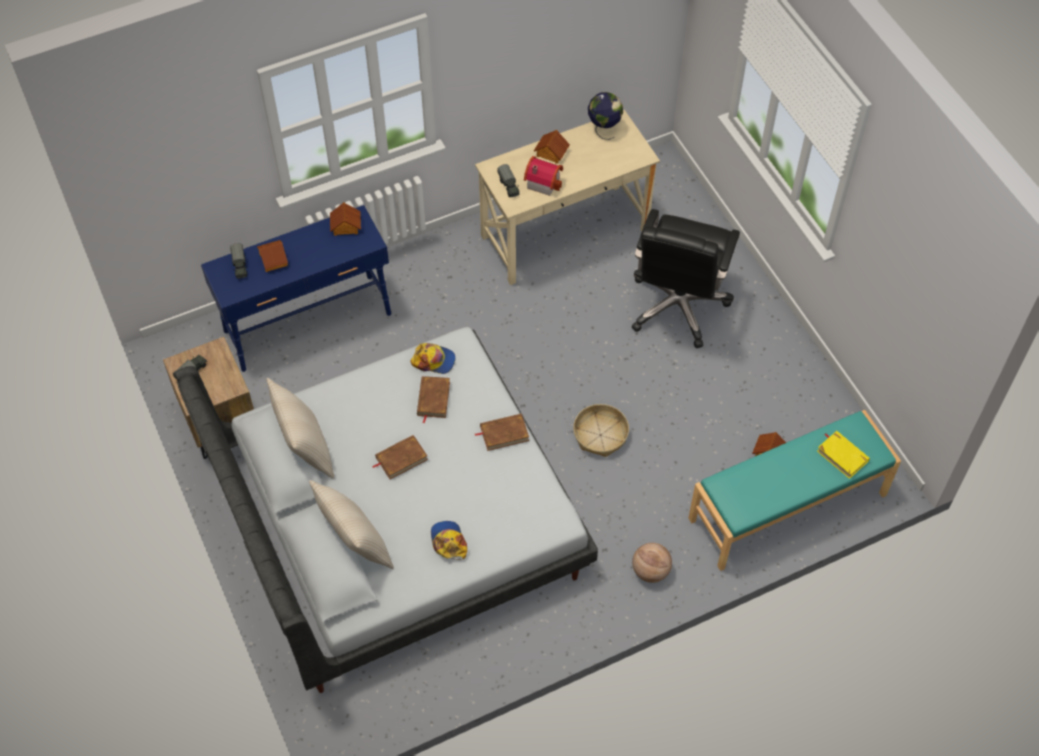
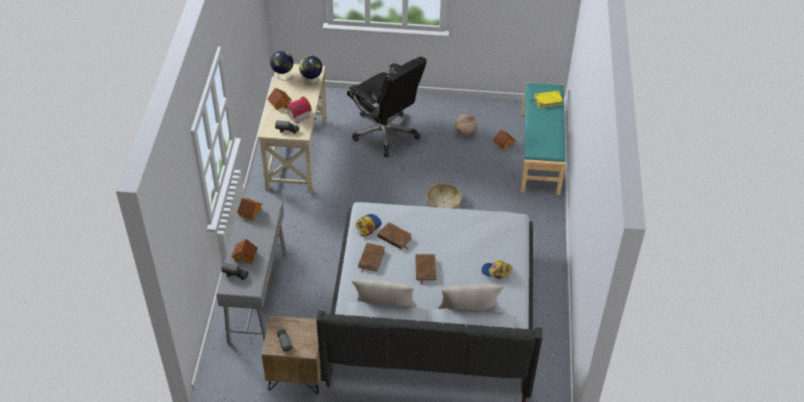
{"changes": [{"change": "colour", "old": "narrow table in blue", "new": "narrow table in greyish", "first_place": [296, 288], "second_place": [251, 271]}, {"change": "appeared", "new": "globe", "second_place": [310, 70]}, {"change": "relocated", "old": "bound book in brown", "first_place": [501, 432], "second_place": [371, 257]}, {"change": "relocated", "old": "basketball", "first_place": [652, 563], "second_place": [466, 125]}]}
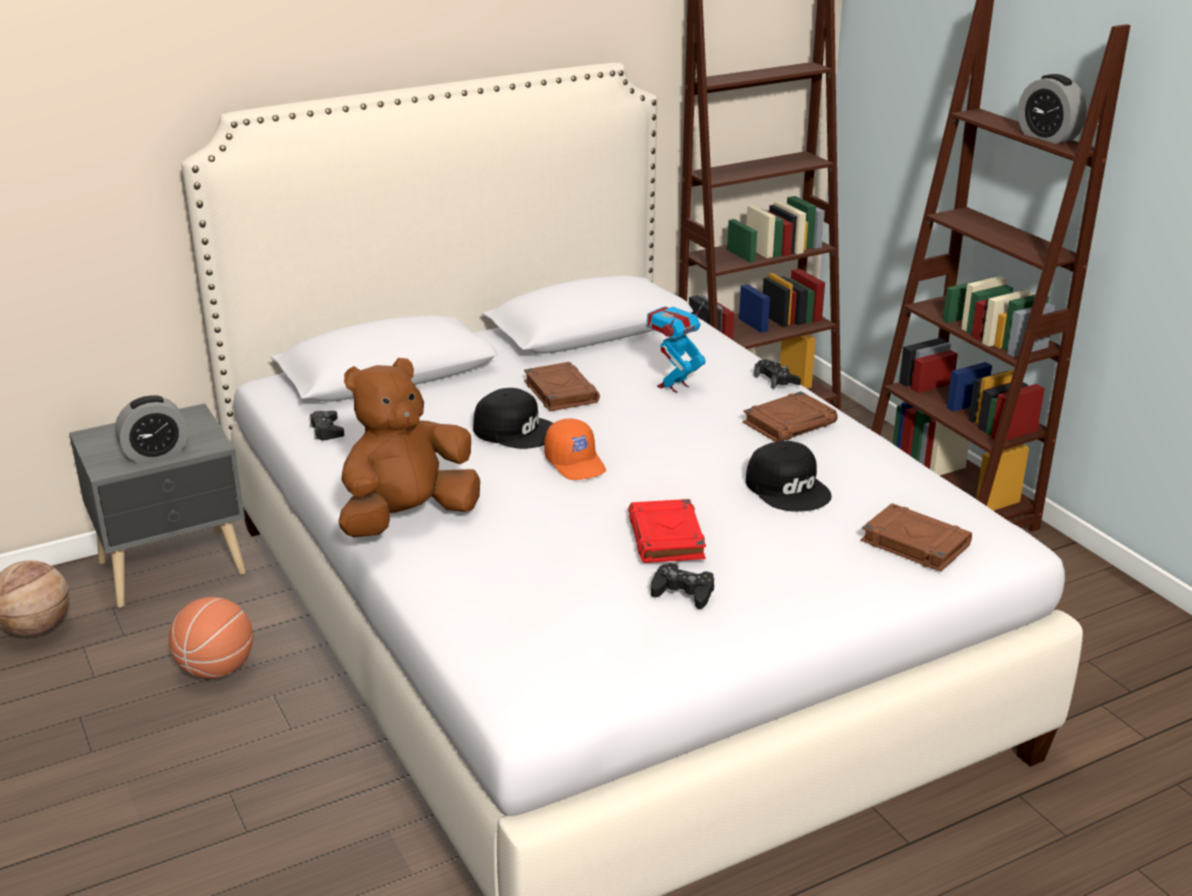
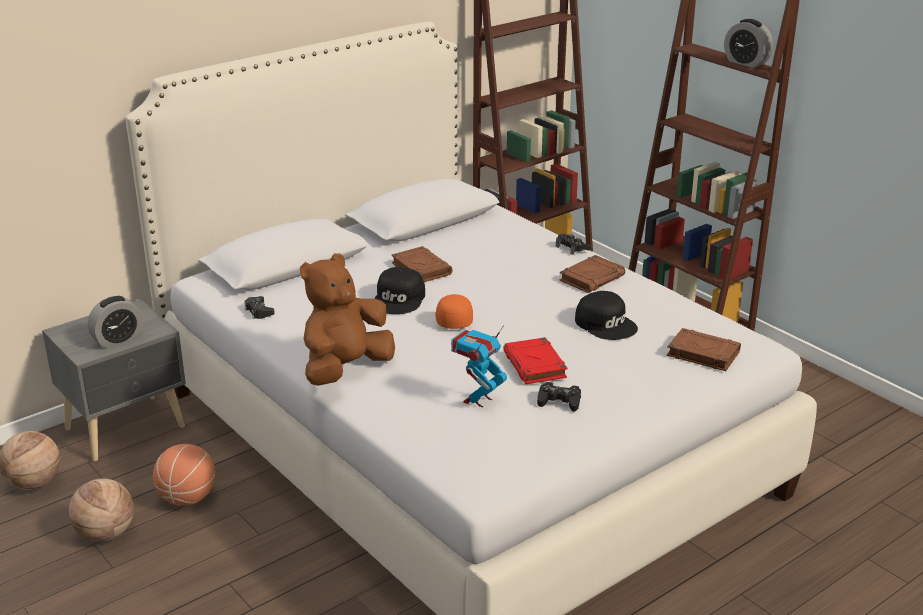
{"changes": [{"change": "appeared", "new": "basketball", "second_place": [101, 510]}, {"change": "spun", "old": "cap in black-coloured", "first_place": [513, 418], "second_place": [399, 290], "degrees": 90}, {"change": "spun", "old": "cap in orange-coloured", "first_place": [575, 449], "second_place": [454, 311], "degrees": -150}, {"change": "relocated", "old": "model robot", "first_place": [675, 347], "second_place": [479, 366]}]}
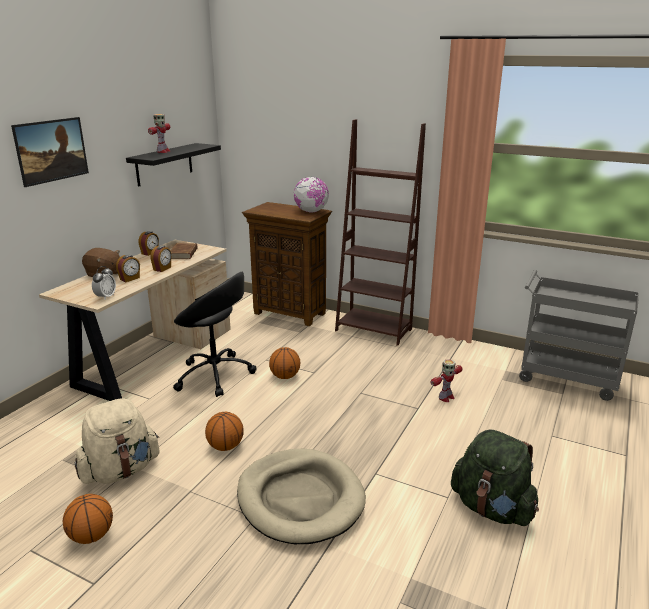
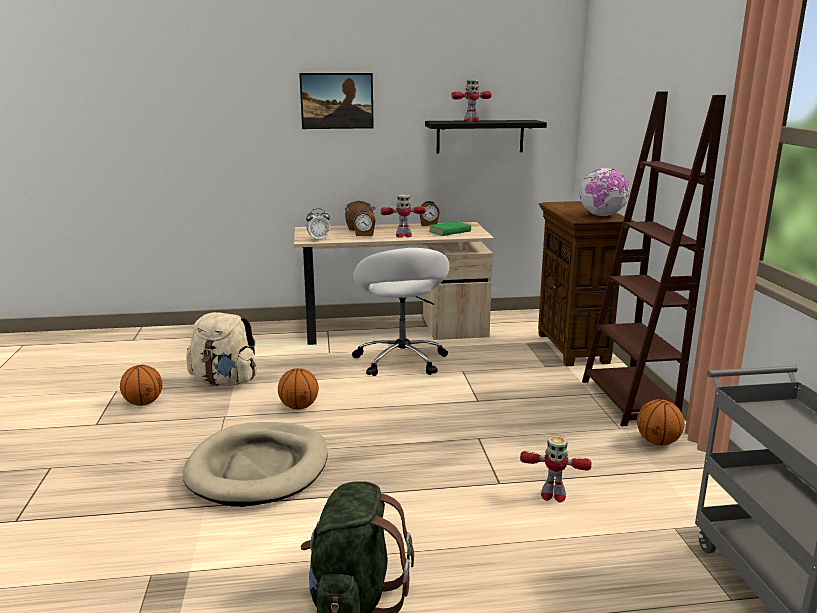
{"changes": [{"change": "colour", "old": "desk chair in black-coloured", "new": "desk chair in white-coloured", "first_place": [215, 334], "second_place": [400, 312]}, {"change": "exchanged", "old": "bedside clock", "new": "model robot", "first_place": [160, 258], "second_place": [403, 216]}, {"change": "colour", "old": "bound book in brown", "new": "bound book in green-coloured", "first_place": [184, 251], "second_place": [449, 228]}, {"change": "relocated", "old": "basketball", "first_place": [284, 363], "second_place": [661, 422]}]}
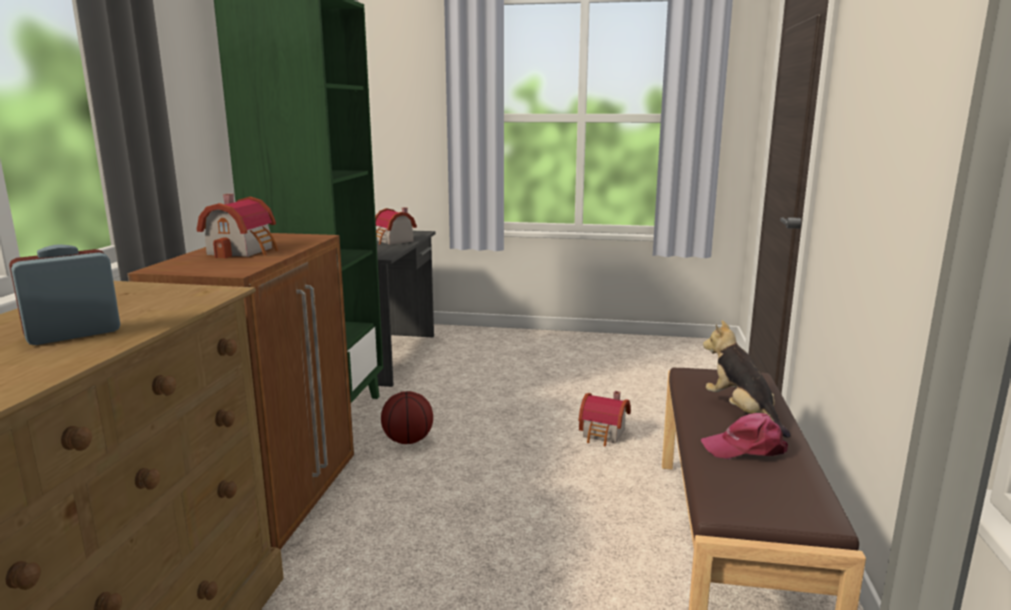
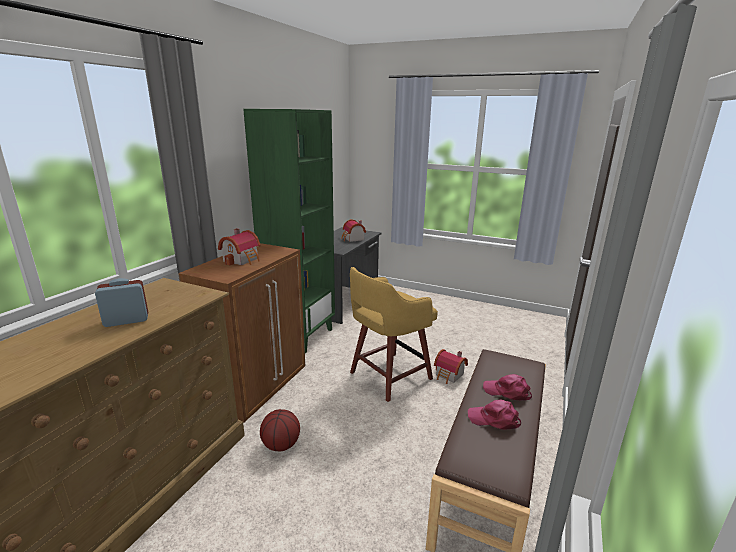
{"changes": [{"change": "relocated", "old": "basketball", "first_place": [407, 417], "second_place": [280, 430]}, {"change": "appeared", "new": "sitting stool in yellow", "second_place": [394, 334]}, {"change": "exchanged", "old": "plush toy", "new": "cap in pink", "first_place": [747, 379], "second_place": [507, 387]}]}
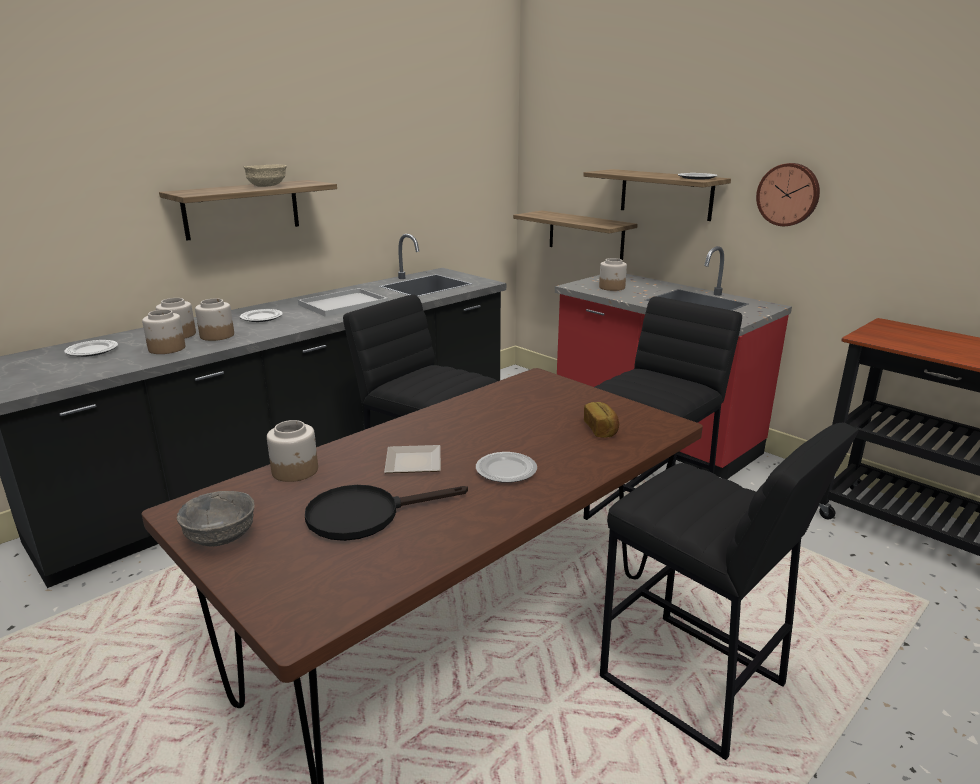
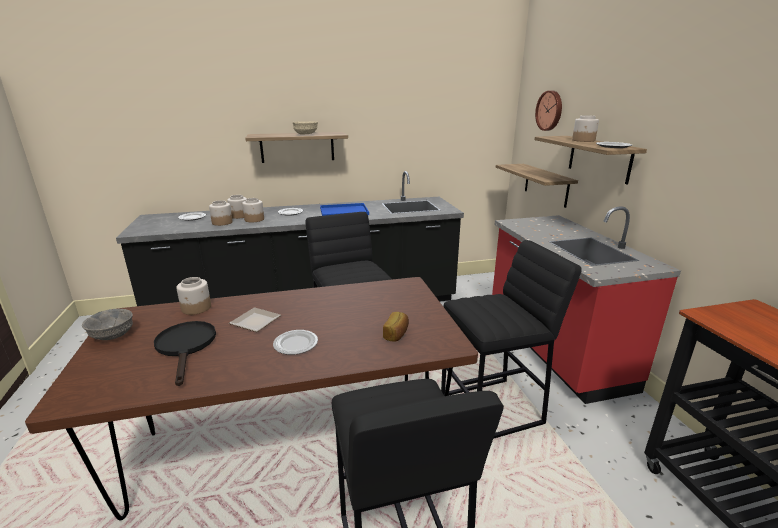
{"changes": [{"change": "spun", "old": "skillet in black-coloured", "first_place": [386, 513], "second_place": [185, 353], "degrees": 60}, {"change": "colour", "old": "tray in white-coloured", "new": "tray in blue", "first_place": [343, 302], "second_place": [344, 209]}, {"change": "relocated", "old": "clock on the wall", "first_place": [788, 194], "second_place": [548, 111]}, {"change": "relocated", "old": "preserve jar", "first_place": [613, 274], "second_place": [585, 128]}]}
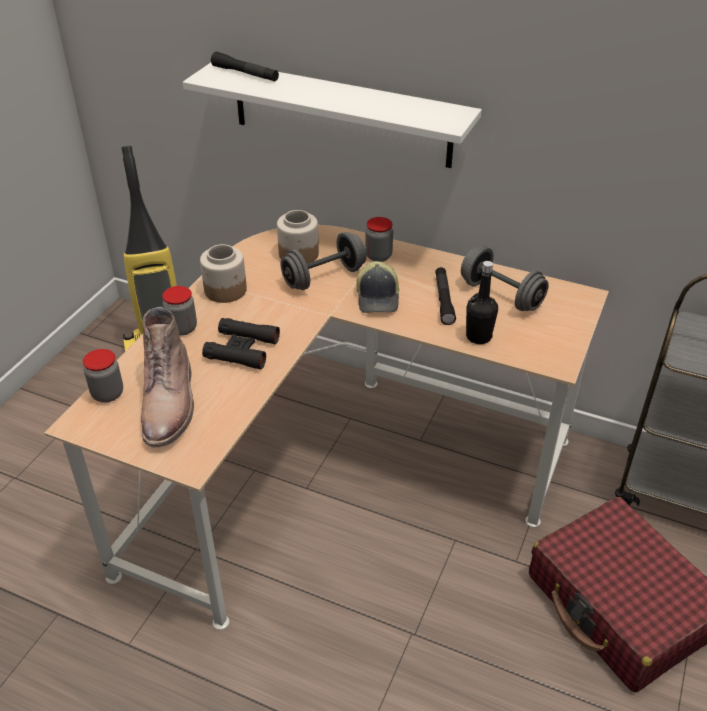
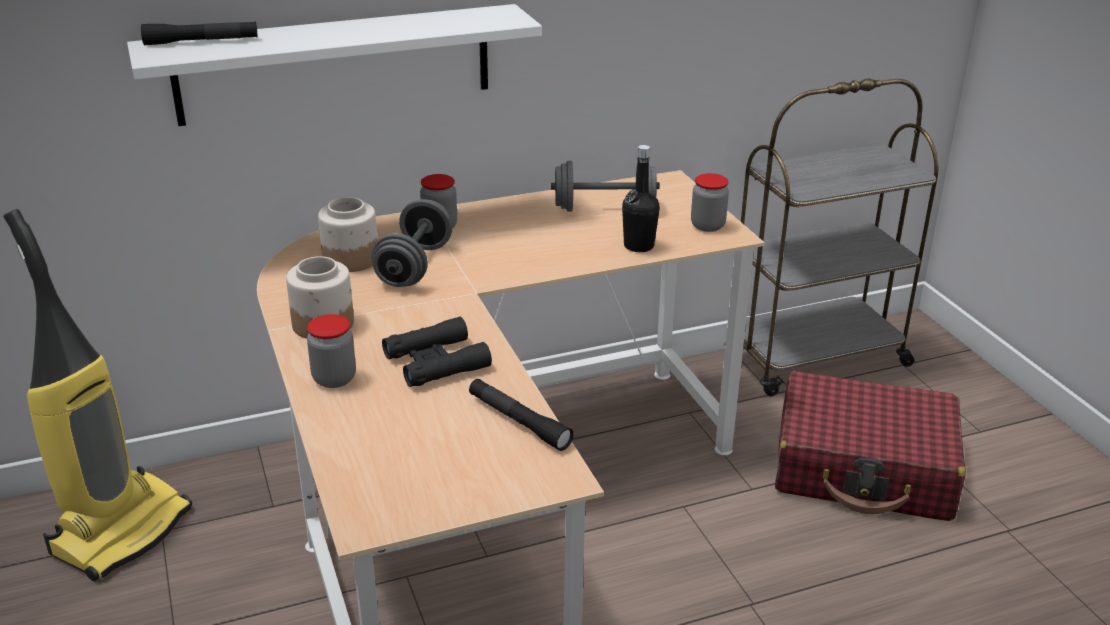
{"changes": [{"change": "relocated", "old": "torch in black-coloured", "first_place": [445, 296], "second_place": [521, 415]}, {"change": "relocated", "old": "preserve jar", "first_place": [103, 375], "second_place": [710, 202]}, {"change": "missing", "old": "tall boot in brown", "first_place": [167, 377]}, {"change": "missing", "old": "cap", "first_place": [377, 287]}]}
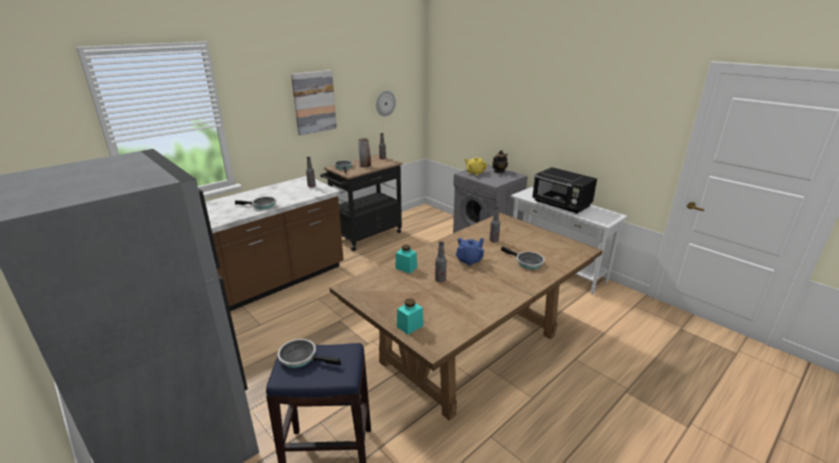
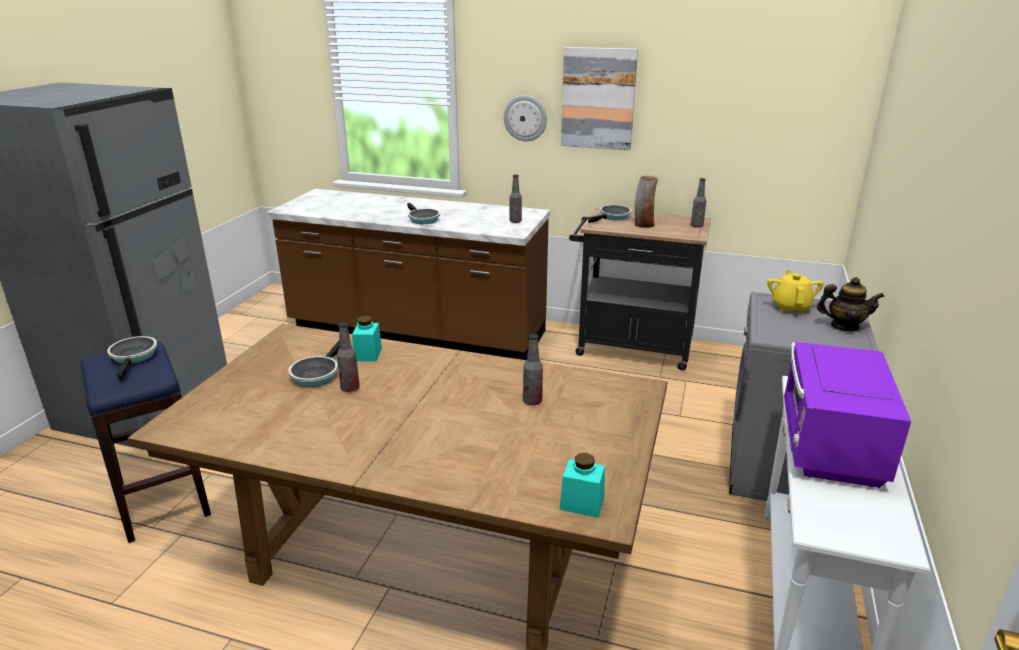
{"changes": [{"change": "relocated", "old": "skillet", "first_place": [523, 257], "second_place": [314, 364]}, {"change": "relocated", "old": "clock on the wall", "first_place": [386, 103], "second_place": [525, 118]}, {"change": "relocated", "old": "preserve jar in turquoise-coloured", "first_place": [410, 316], "second_place": [582, 485]}, {"change": "colour", "old": "microwave oven in black-coloured", "new": "microwave oven in purple-coloured", "first_place": [564, 190], "second_place": [847, 415]}, {"change": "missing", "old": "pot for tea in blue", "first_place": [470, 252]}]}
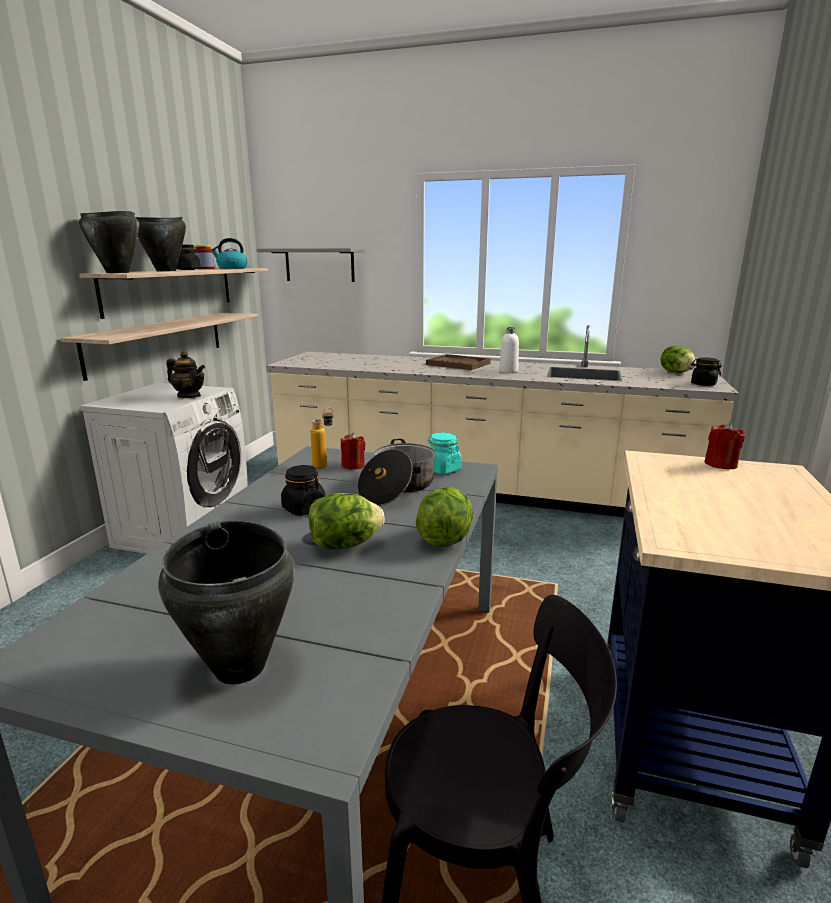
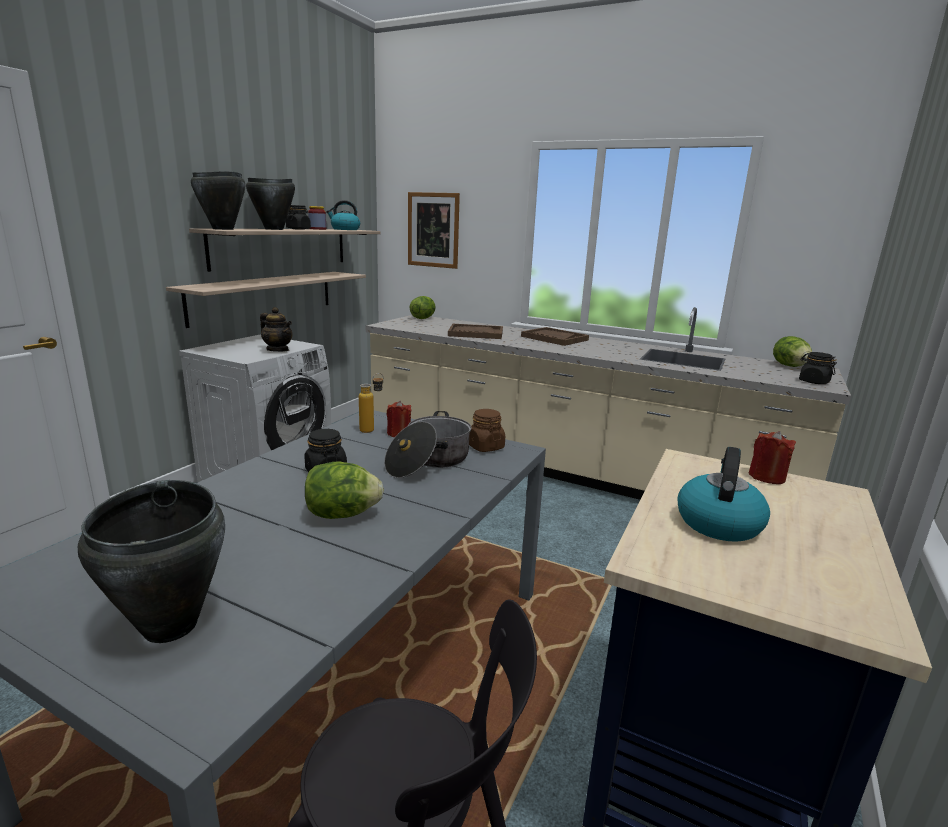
{"changes": [{"change": "exchanged", "old": "shelf in greyish", "new": "wall art", "first_place": [311, 265], "second_place": [434, 230]}, {"change": "relocated", "old": "lettuce head", "first_place": [444, 517], "second_place": [422, 307]}, {"change": "appeared", "new": "tray in brown", "second_place": [475, 331]}, {"change": "colour", "old": "preserve jar in turquoise-coloured", "new": "preserve jar in brown", "first_place": [444, 453], "second_place": [487, 430]}, {"change": "appeared", "new": "water kettle", "second_place": [724, 494]}, {"change": "missing", "old": "drink bottle in white-coloured", "first_place": [509, 350]}]}
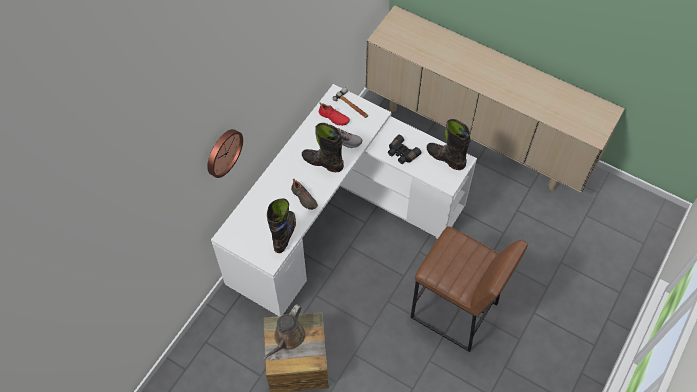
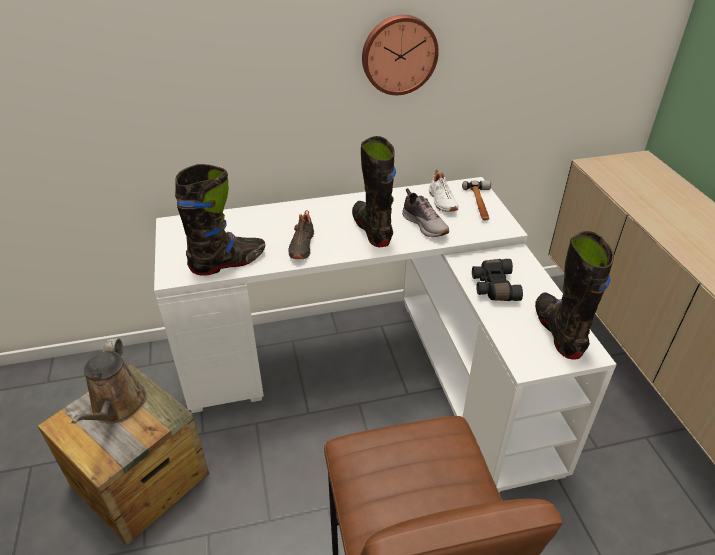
{"changes": [{"change": "spun", "old": "watering pot in brown", "first_place": [284, 332], "second_place": [108, 381], "degrees": -75}, {"change": "relocated", "old": "clock on the wall", "first_place": [225, 153], "second_place": [400, 55]}, {"change": "colour", "old": "shoe in reddish", "new": "shoe in white-coloured", "first_place": [334, 114], "second_place": [443, 191]}]}
